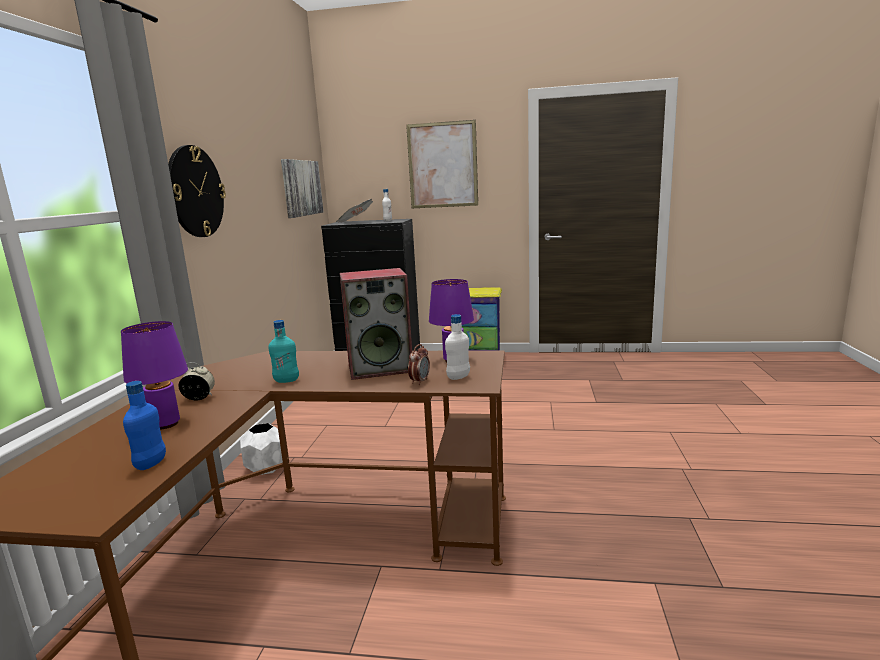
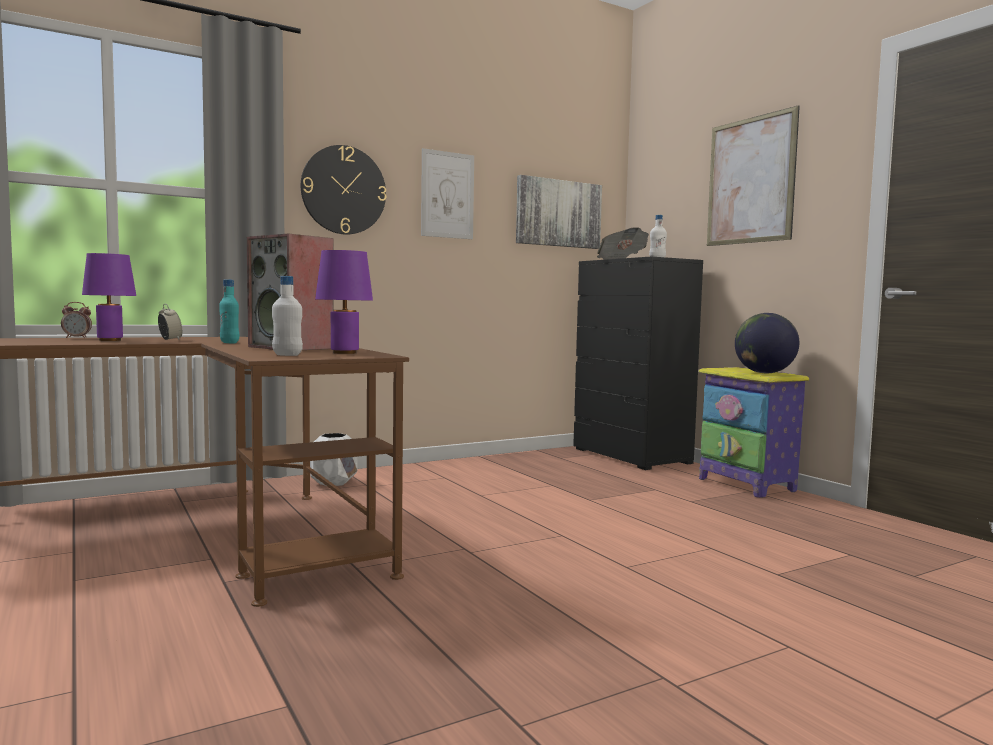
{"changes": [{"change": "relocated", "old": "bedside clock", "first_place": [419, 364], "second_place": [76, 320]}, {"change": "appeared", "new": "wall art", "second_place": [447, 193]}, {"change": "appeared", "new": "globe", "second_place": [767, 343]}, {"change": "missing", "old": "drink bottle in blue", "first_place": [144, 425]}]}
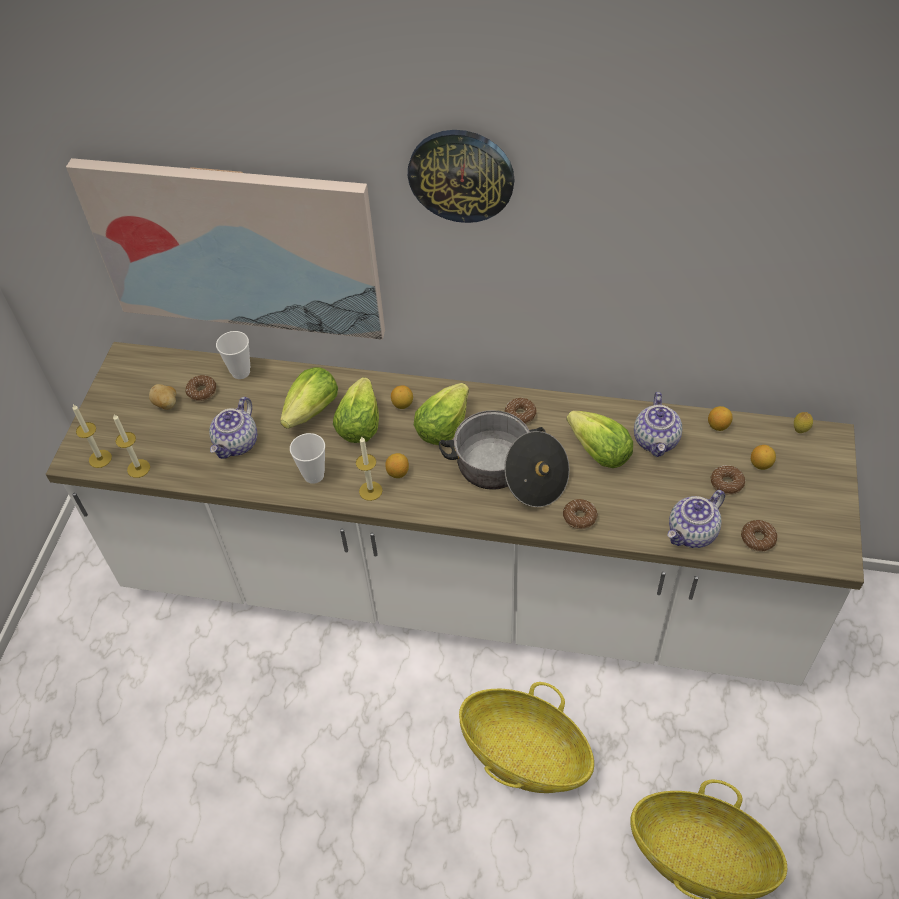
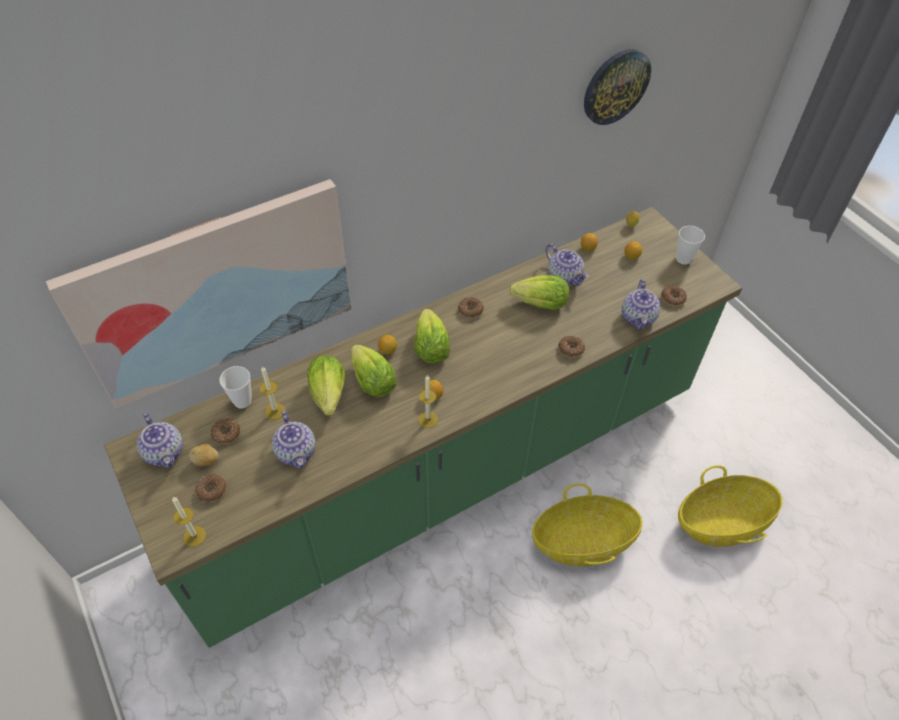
{"changes": [{"change": "colour", "old": "kitchen counter in white-coloured", "new": "kitchen counter in green-coloured", "first_place": [455, 514], "second_place": [423, 427]}, {"change": "appeared", "new": "pot for tea", "second_place": [160, 440]}, {"change": "relocated", "old": "donut", "first_place": [727, 480], "second_place": [210, 488]}, {"change": "relocated", "old": "wax candle", "first_place": [131, 446], "second_place": [272, 393]}, {"change": "relocated", "old": "clock on the wall", "first_place": [461, 176], "second_place": [617, 87]}, {"change": "relocated", "old": "cup", "first_place": [307, 458], "second_place": [690, 245]}, {"change": "missing", "old": "cooking pot", "first_place": [504, 458]}]}
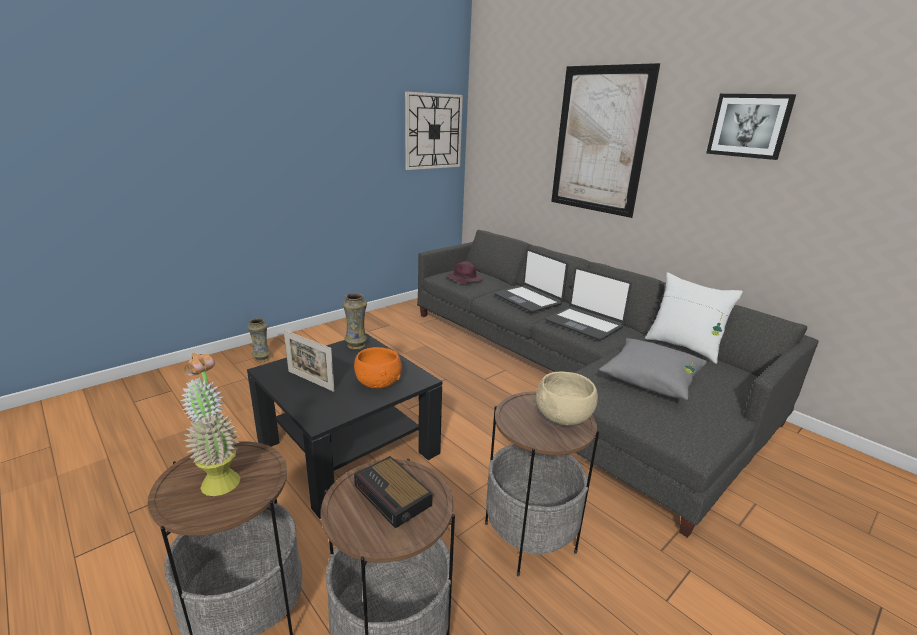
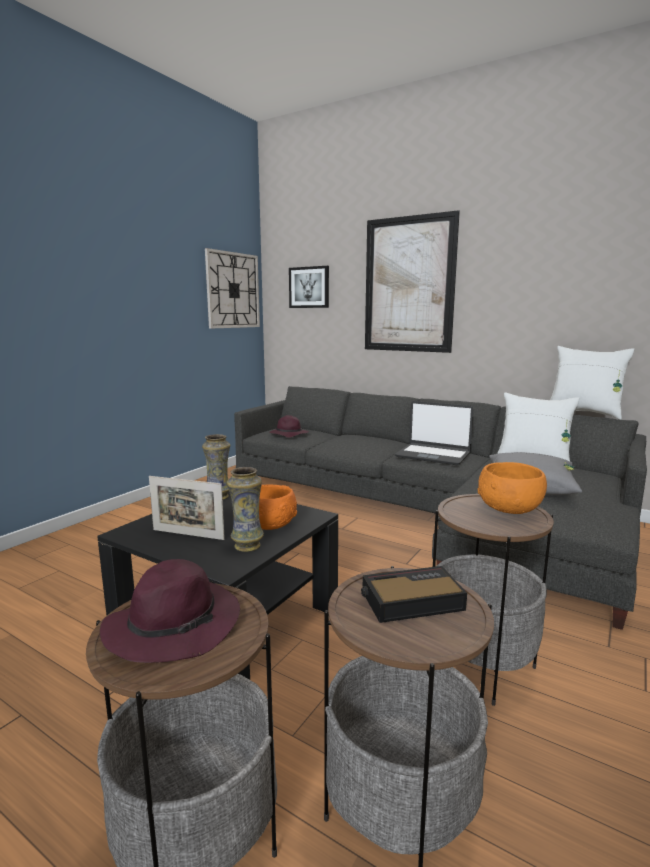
{"changes": [{"change": "exchanged", "old": "plant in a pot", "new": "hat in purple-coloured", "first_place": [210, 424], "second_place": [170, 611]}, {"change": "relocated", "old": "flower vase", "first_place": [259, 340], "second_place": [245, 509]}, {"change": "relocated", "old": "wall art", "first_place": [751, 127], "second_place": [309, 287]}, {"change": "spun", "old": "bedside clock", "first_place": [393, 492], "second_place": [414, 594], "degrees": 135}, {"change": "colour", "old": "serving bowl in beige-coloured", "new": "serving bowl in orange-coloured", "first_place": [567, 398], "second_place": [512, 488]}, {"change": "appeared", "new": "cushion in white-coloured", "second_place": [592, 383]}, {"change": "missing", "old": "laptop", "first_place": [531, 280]}]}
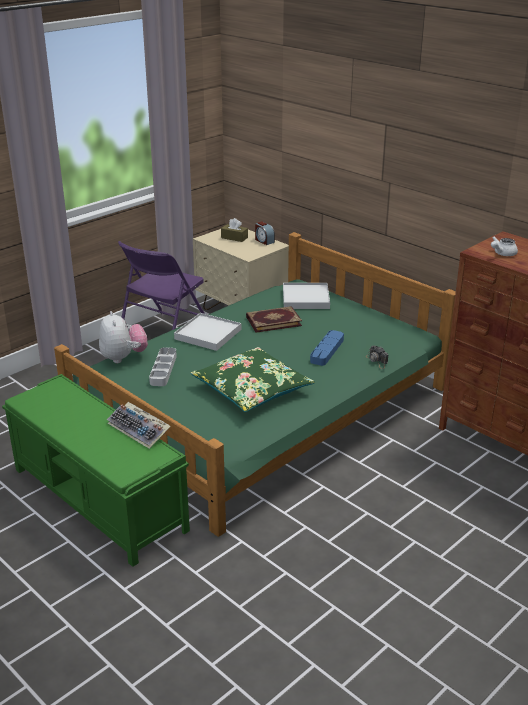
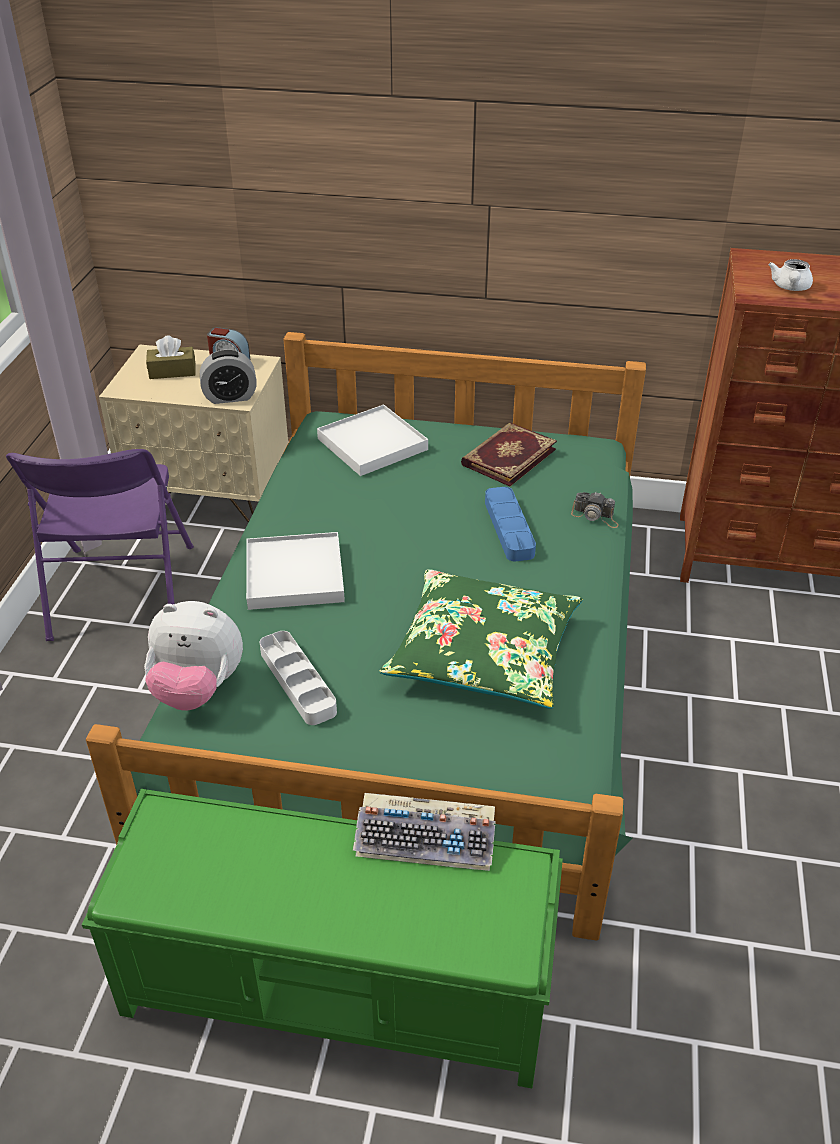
{"changes": [{"change": "spun", "old": "plush toy", "first_place": [123, 337], "second_place": [193, 655], "degrees": 150}, {"change": "appeared", "new": "bedside clock", "second_place": [228, 377]}, {"change": "relocated", "old": "bound book", "first_place": [274, 319], "second_place": [509, 455]}]}
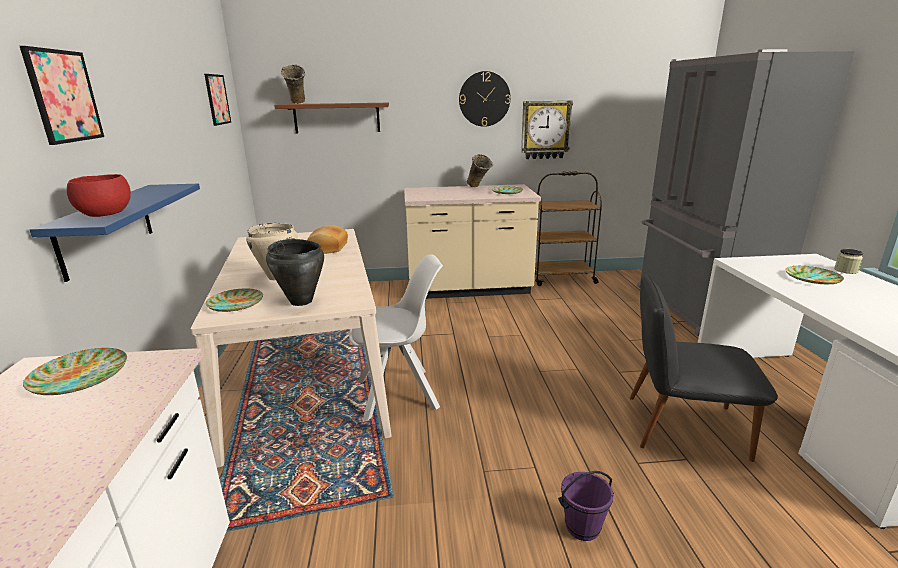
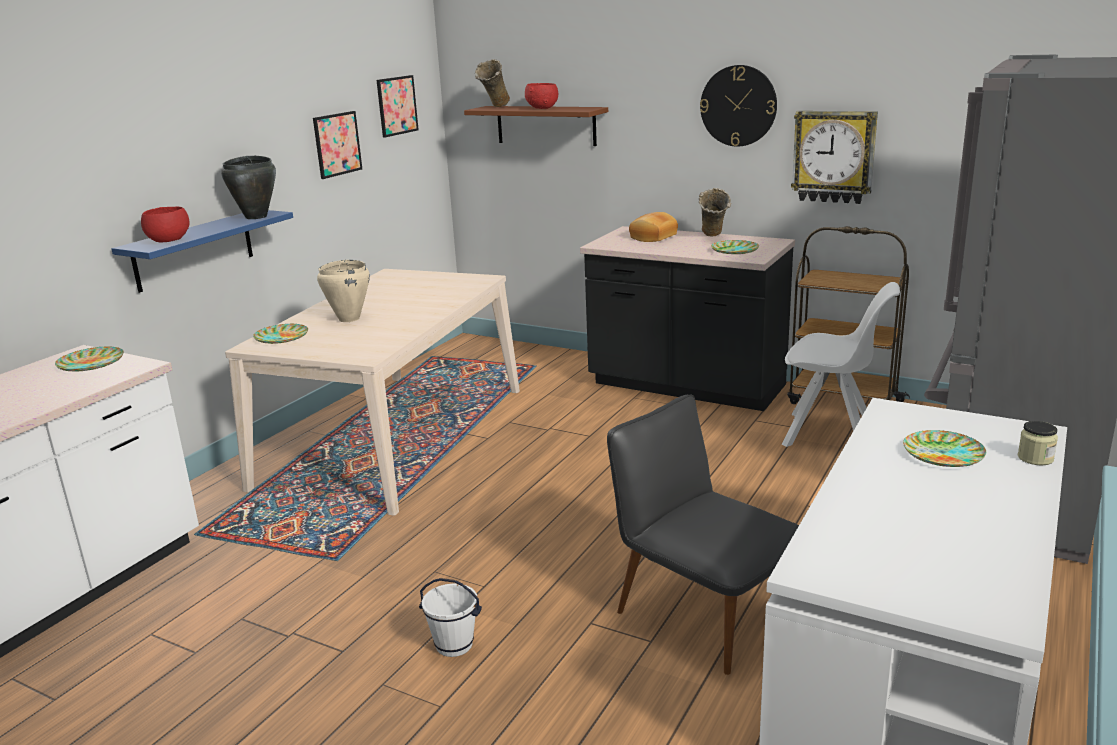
{"changes": [{"change": "relocated", "old": "cooking pot in black-coloured", "first_place": [295, 272], "second_place": [248, 187]}, {"change": "relocated", "old": "wall art", "first_place": [62, 95], "second_place": [337, 145]}, {"change": "colour", "old": "bucket in purple-coloured", "new": "bucket in white-coloured", "first_place": [586, 506], "second_place": [450, 617]}, {"change": "appeared", "new": "serving bowl in reddish", "second_place": [541, 96]}, {"change": "colour", "old": "kitchen counter in beige-coloured", "new": "kitchen counter in black-coloured", "first_place": [472, 241], "second_place": [687, 318]}, {"change": "relocated", "old": "baked bread", "first_place": [327, 239], "second_place": [653, 227]}, {"change": "relocated", "old": "chair in white-coloured", "first_place": [396, 337], "second_place": [841, 364]}]}
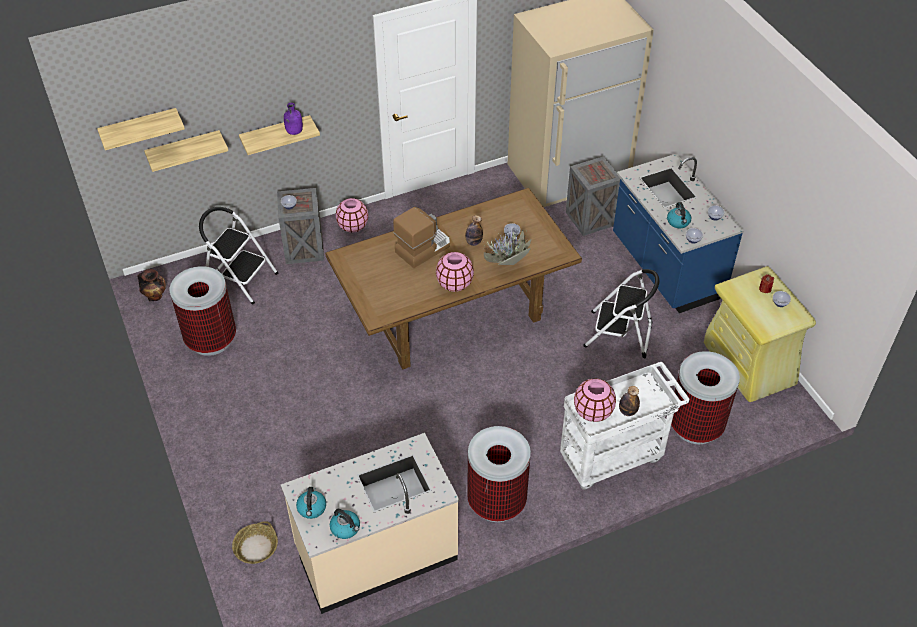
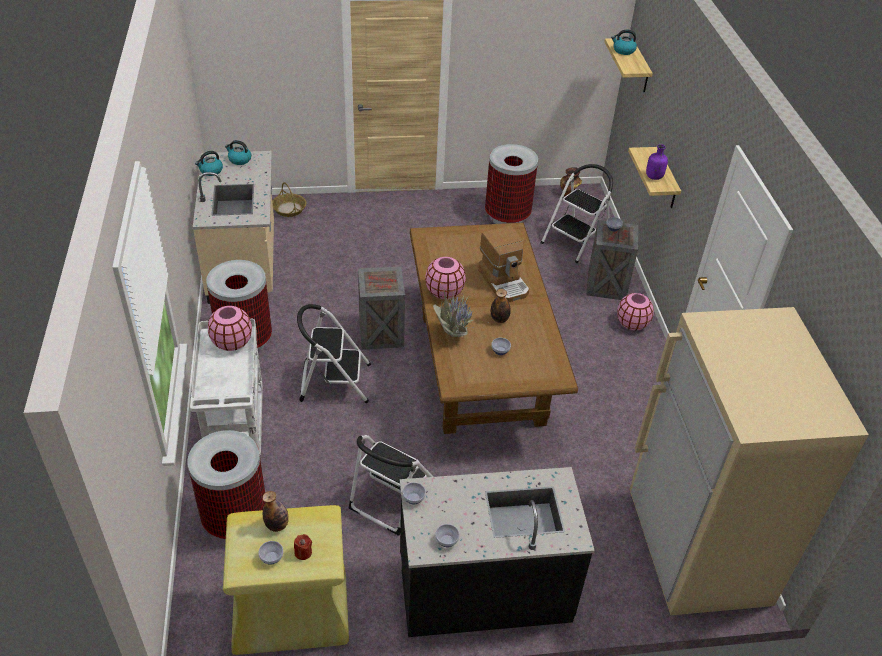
{"changes": [{"change": "relocated", "old": "drink bottle", "first_place": [629, 401], "second_place": [275, 511]}, {"change": "appeared", "new": "stepladder", "second_place": [334, 353]}, {"change": "relocated", "old": "packing crate", "first_place": [593, 196], "second_place": [381, 308]}, {"change": "colour", "old": "kitchen counter in blue", "new": "kitchen counter in black-coloured", "first_place": [678, 233], "second_place": [497, 552]}, {"change": "relocated", "old": "water kettle", "first_place": [679, 215], "second_place": [624, 42]}, {"change": "missing", "old": "shelf", "first_place": [186, 151]}]}
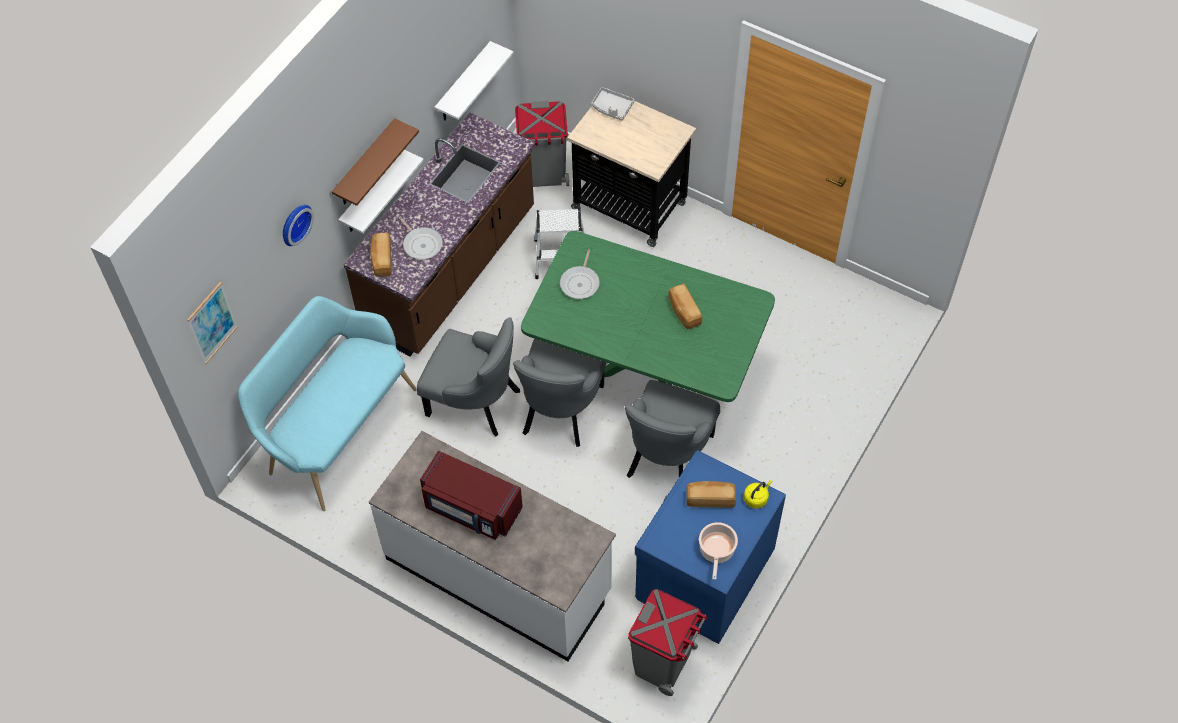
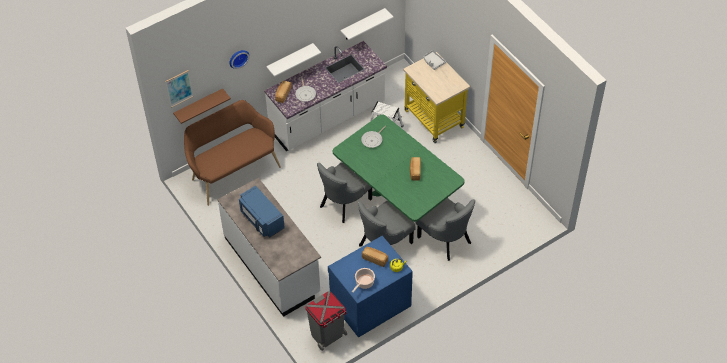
{"changes": [{"change": "relocated", "old": "shelf in brown", "first_place": [375, 162], "second_place": [202, 106]}, {"change": "colour", "old": "bench in turquoise-coloured", "new": "bench in brown", "first_place": [327, 403], "second_place": [232, 153]}, {"change": "colour", "old": "microwave oven in reddish", "new": "microwave oven in blue", "first_place": [471, 495], "second_place": [262, 211]}, {"change": "colour", "old": "kitchen counter in brown", "new": "kitchen counter in white-coloured", "first_place": [439, 234], "second_place": [325, 96]}, {"change": "colour", "old": "cart in black-coloured", "new": "cart in yellow", "first_place": [631, 168], "second_place": [436, 97]}, {"change": "relocated", "old": "chair in greyish", "first_place": [468, 377], "second_place": [445, 229]}, {"change": "missing", "old": "rubbish bin in greyish", "first_place": [542, 144]}]}
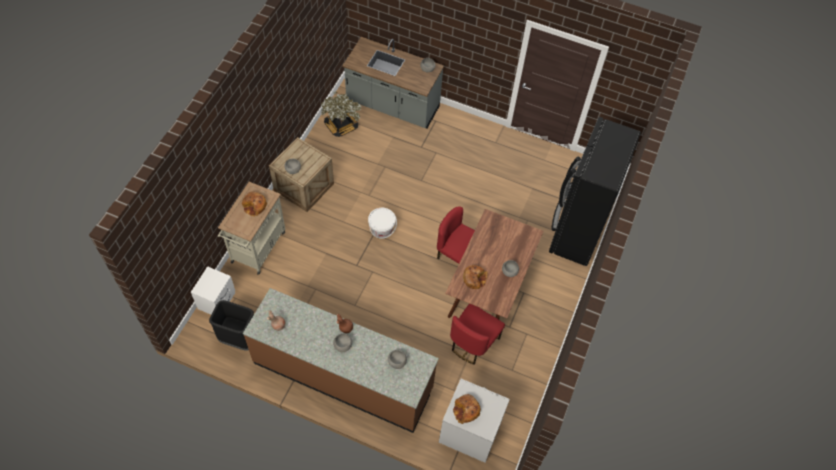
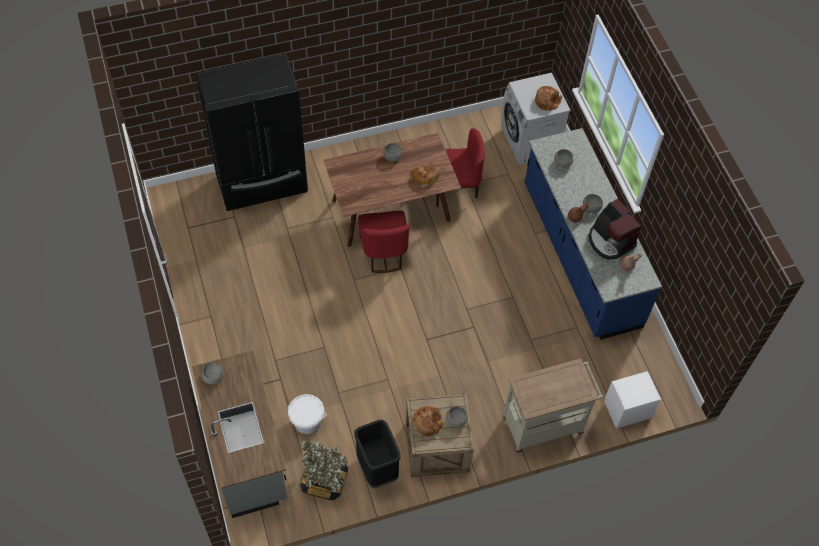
{"changes": [{"change": "relocated", "old": "bucket in white-coloured", "first_place": [382, 223], "second_place": [307, 414]}, {"change": "relocated", "old": "rubbish bin in black-coloured", "first_place": [231, 325], "second_place": [377, 454]}, {"change": "relocated", "old": "baked bread", "first_place": [254, 204], "second_place": [427, 421]}, {"change": "colour", "old": "kitchen counter in brown", "new": "kitchen counter in blue", "first_place": [341, 360], "second_place": [593, 234]}, {"change": "appeared", "new": "coffee machine", "second_place": [615, 229]}]}
